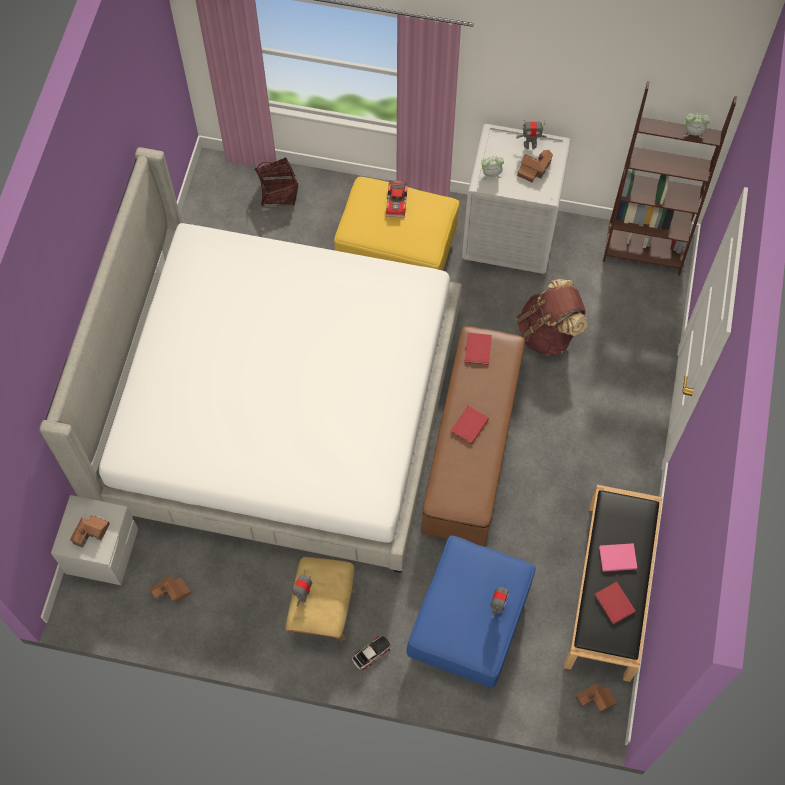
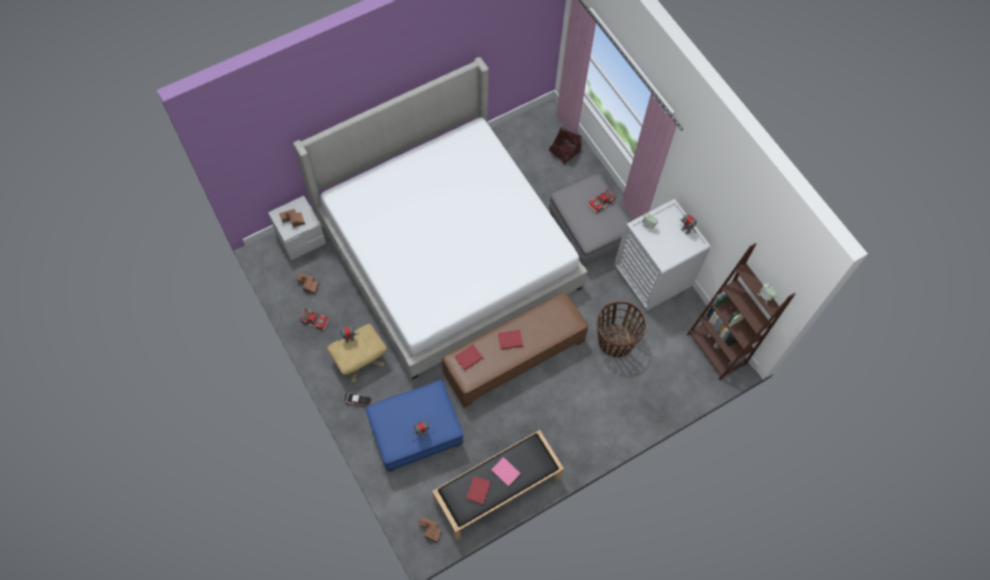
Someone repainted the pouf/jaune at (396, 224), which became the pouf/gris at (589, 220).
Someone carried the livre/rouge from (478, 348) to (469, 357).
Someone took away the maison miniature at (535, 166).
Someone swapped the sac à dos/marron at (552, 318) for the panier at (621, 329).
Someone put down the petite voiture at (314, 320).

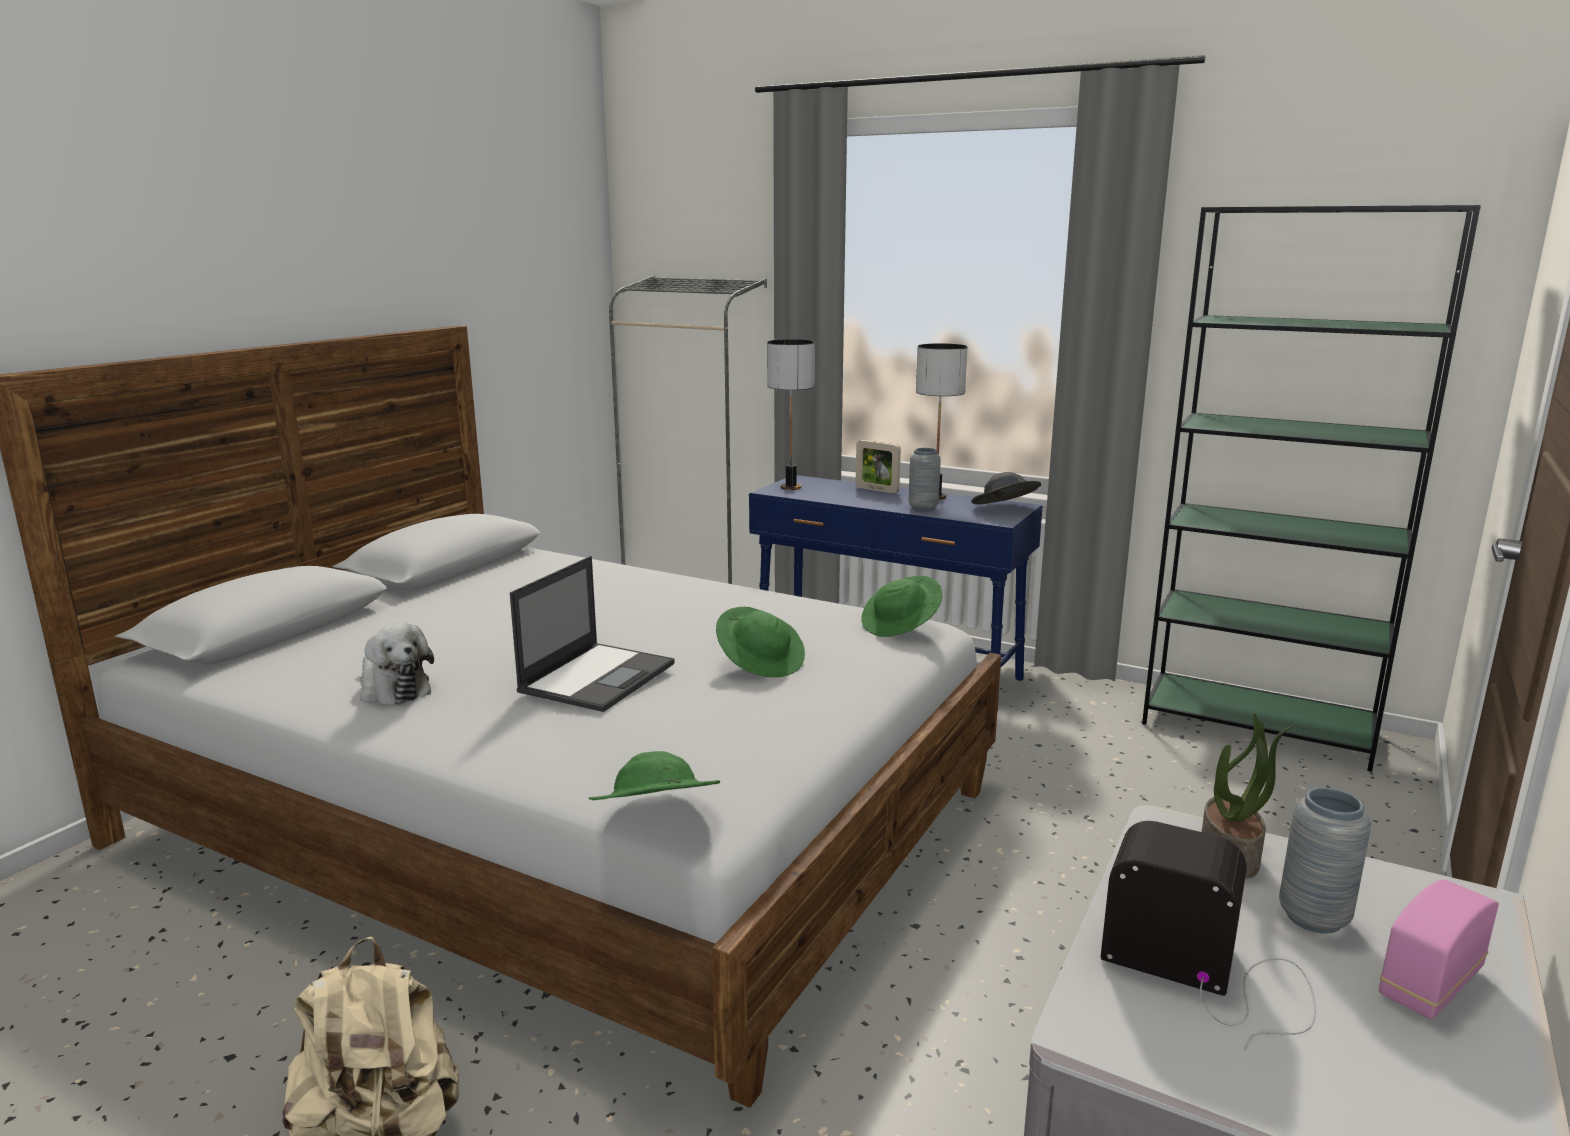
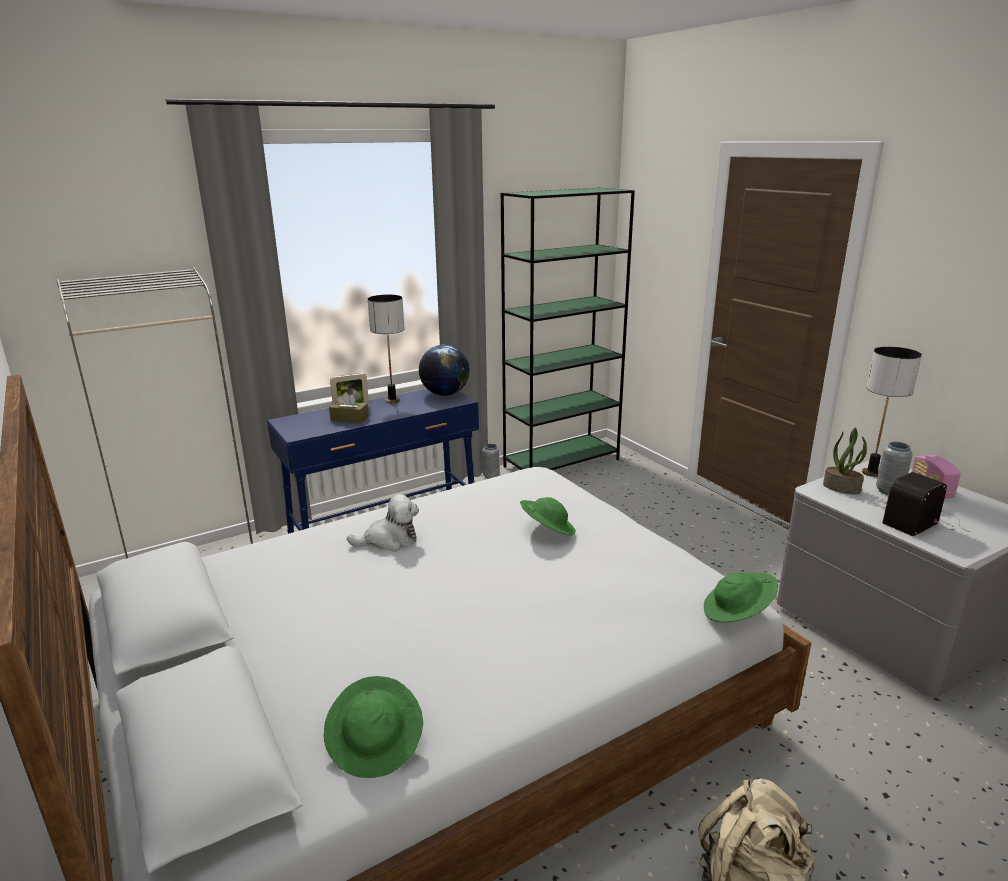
Someone carried the peluche from (397, 664) to (383, 523).
Someone took away the ordinateur portable at (592, 634).
Someone carried the lampe de table from (791, 414) to (892, 412).
Someone carried the chapeau/vert from (901, 606) to (373, 727).
Someone carried the vase/gris from (924, 479) to (491, 461).
Someone swapped the chapeau/gris at (1006, 488) for the globe at (444, 370).
Someone put down the boîte à mouchoirs/marron at (349, 407).

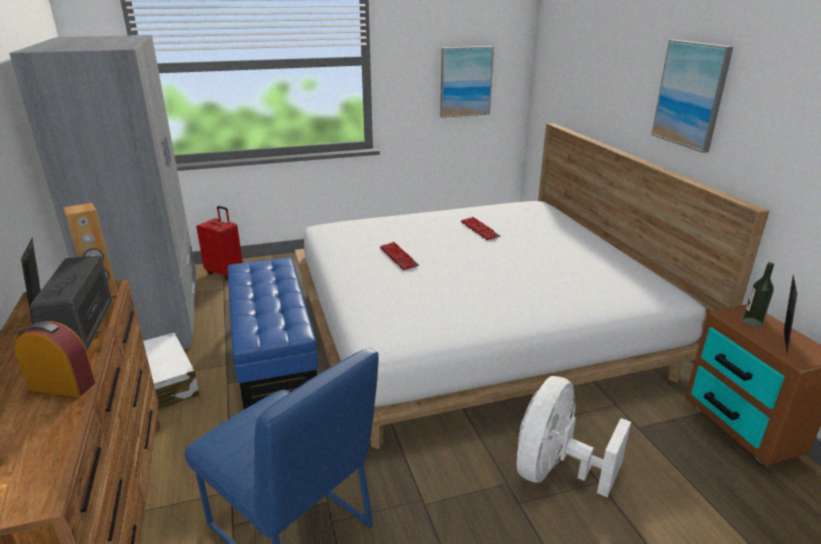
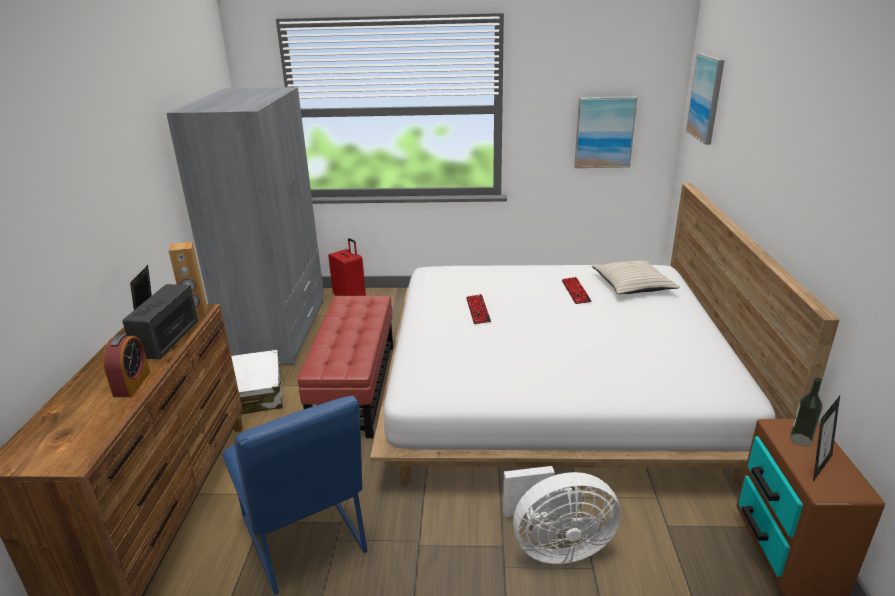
Someone rotated the réveil at (55, 359) by 60 degrees clockwise.
Someone repainted the pouf/bleu at (273, 333), which became the pouf/rouge at (345, 367).
Someone rotated the ventilateur/blanc at (574, 436) by 150 degrees counterclockwise.
Someone carried the tableau from (692, 96) to (705, 99).
Someone put down the coussin/beige at (636, 277).

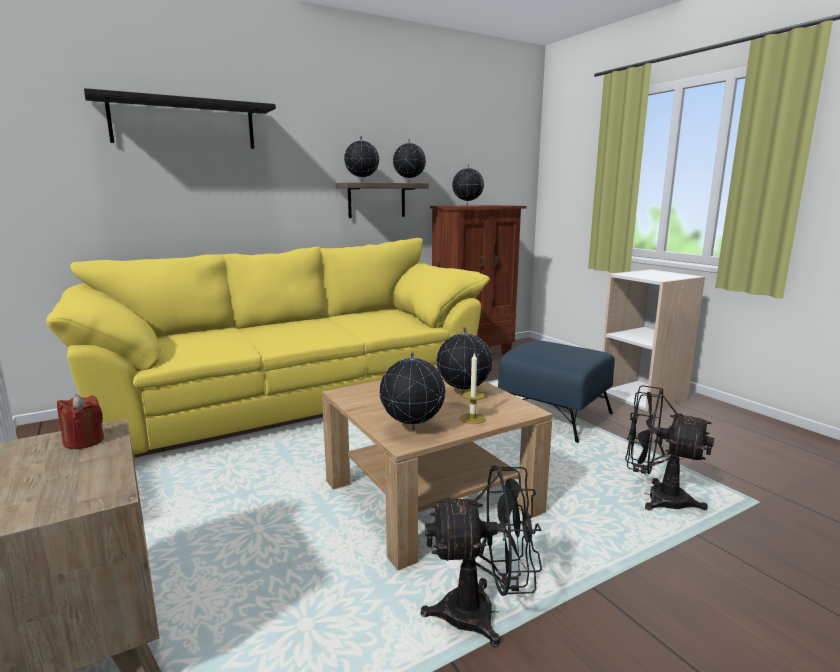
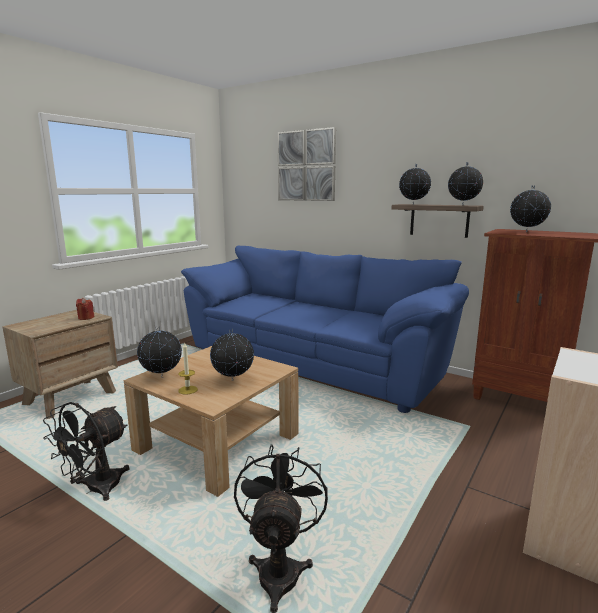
Someone repainted the canapé/jaune at (268, 349), which became the canapé/bleu at (325, 329).
Someone swapped the étagère/noir at (180, 118) for the tableau at (307, 164).
Someone rotated the ventilateur/noir at (481, 556) by 60 degrees clockwise.
Someone took away the pouf/bleu at (556, 391).

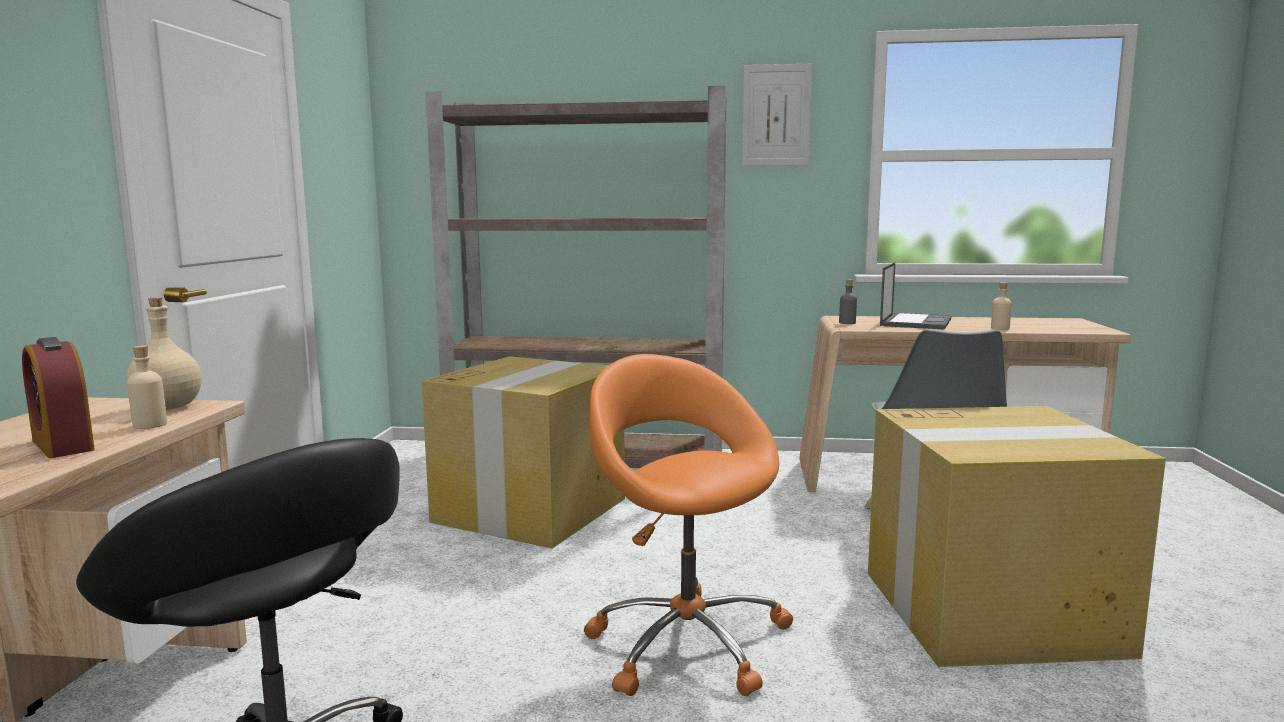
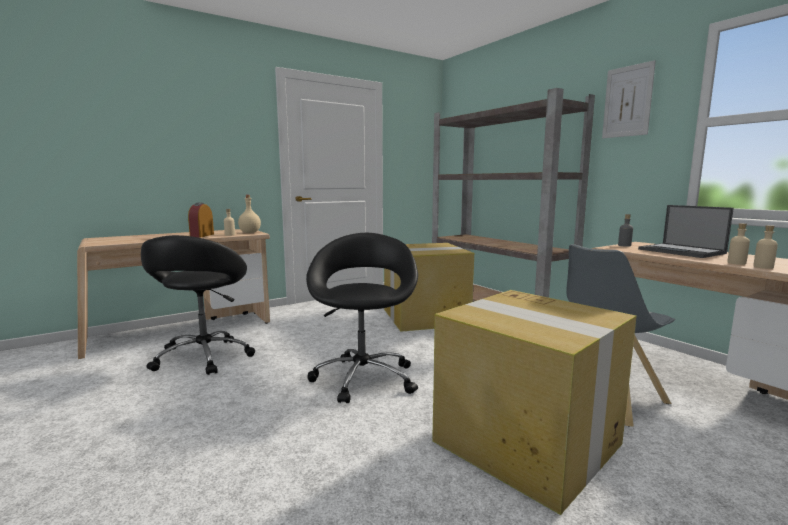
Someone repainted the chaise de bureau/orange at (688, 525), which became the chaise de bureau/noir at (362, 318).
Someone rotated the ordinateur portable at (915, 296) by 75 degrees clockwise.
Someone put down the bouteille/beige at (765, 247).

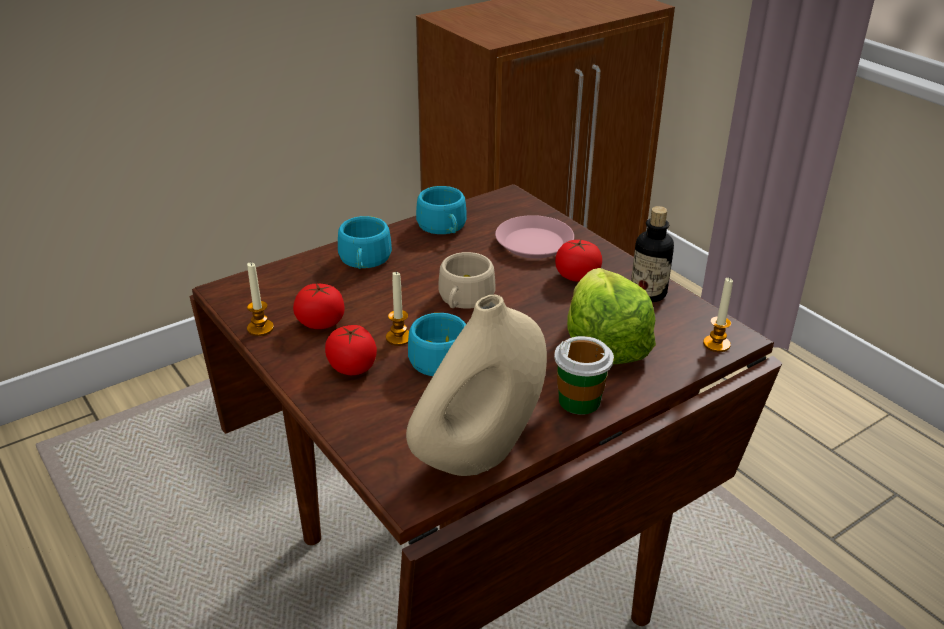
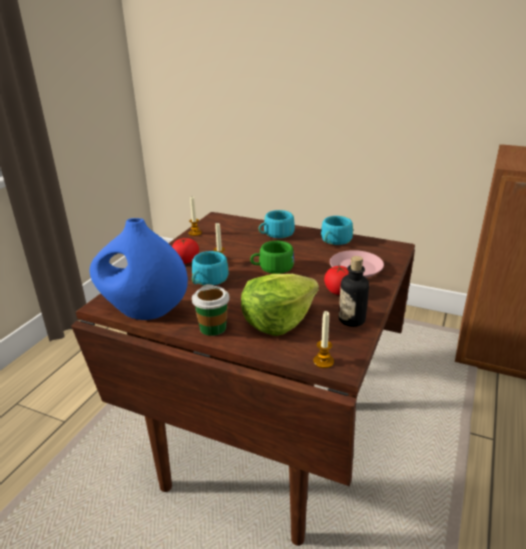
Someone took away the tomate at (319, 306).
Someone repainted the vase/beige at (476, 385), which became the vase/bleu at (139, 269).
Someone repainted the tasse/beige at (466, 280), which became the tasse/vert at (272, 257).

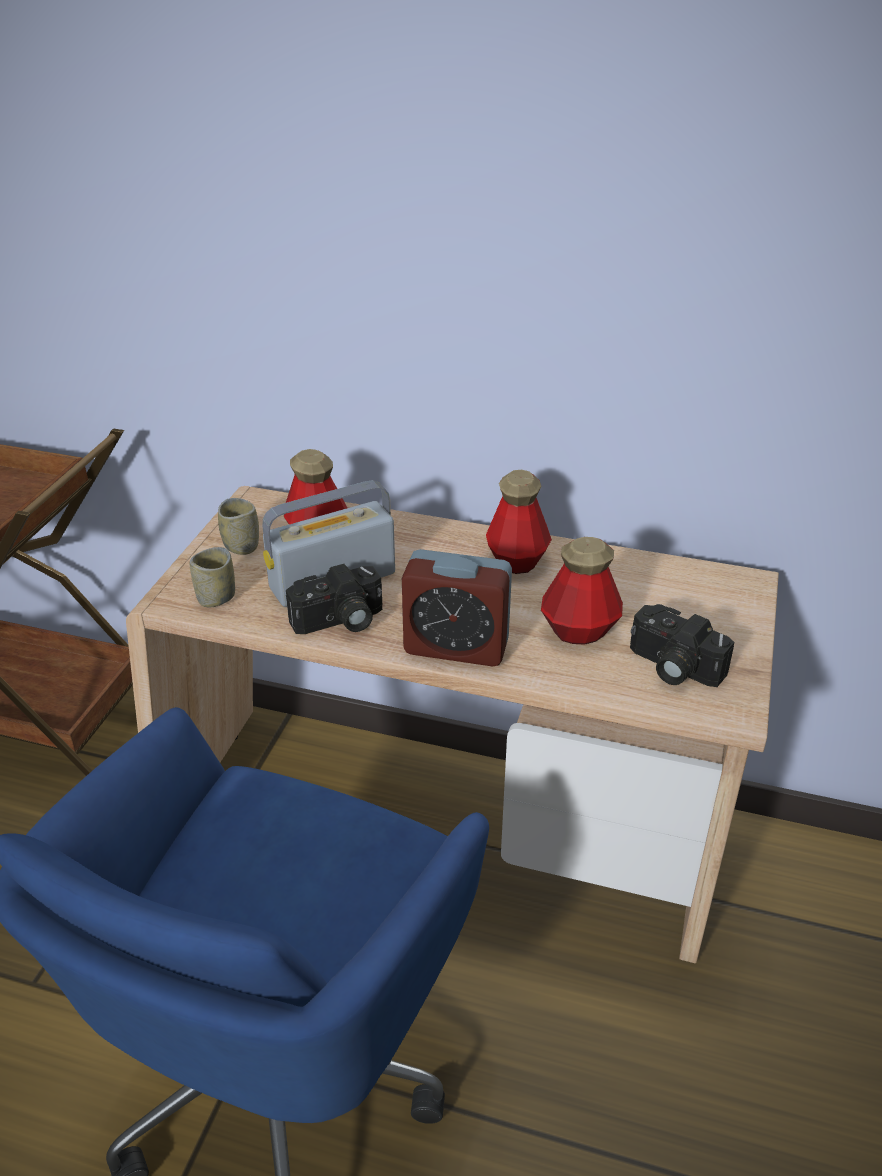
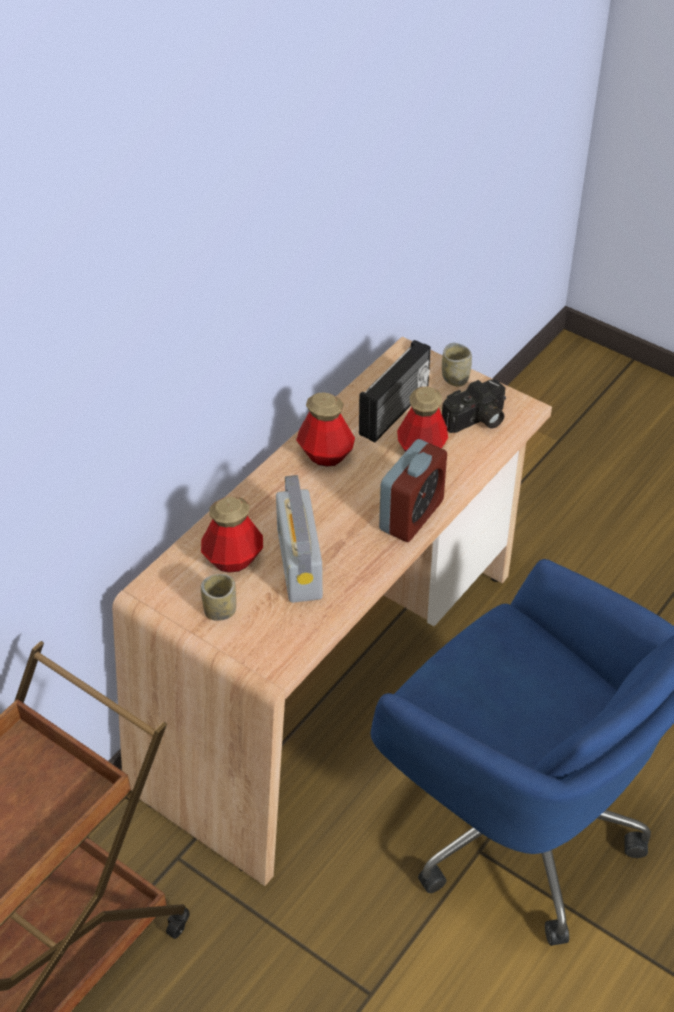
Someone carried the tasse from (212, 577) to (457, 365).
Someone took away the appareil photo at (334, 599).
Someone put down the radio at (395, 391).

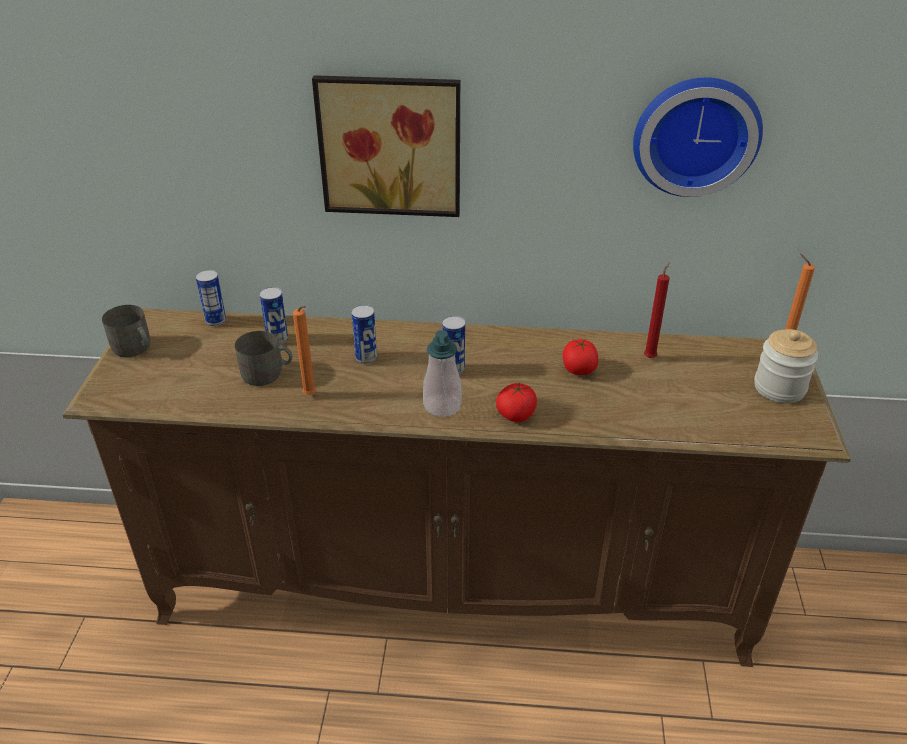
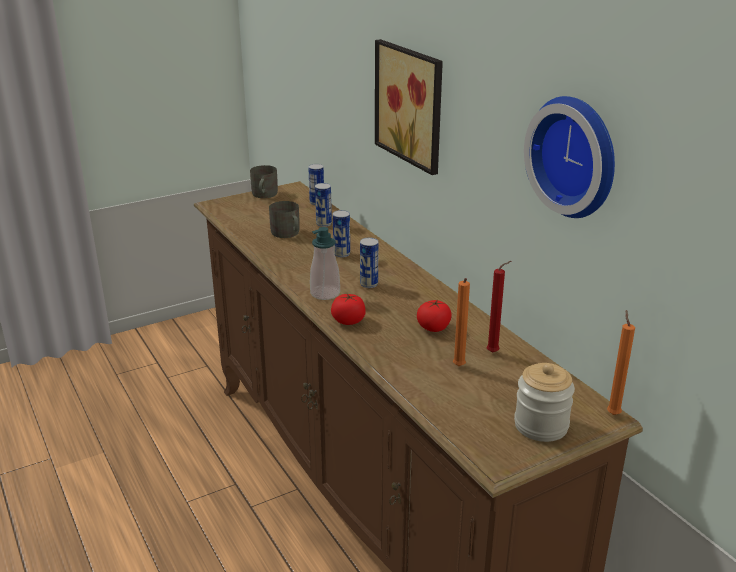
Someone carried the bougie/orange from (304, 350) to (461, 322).

